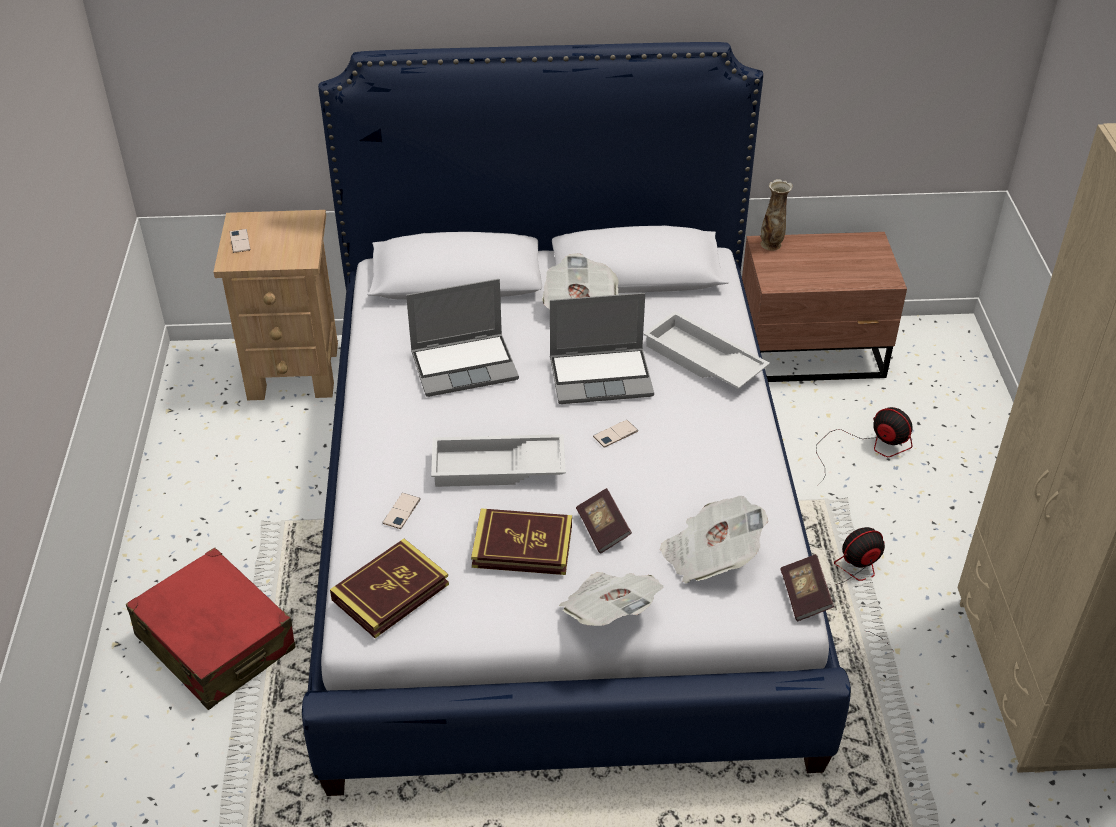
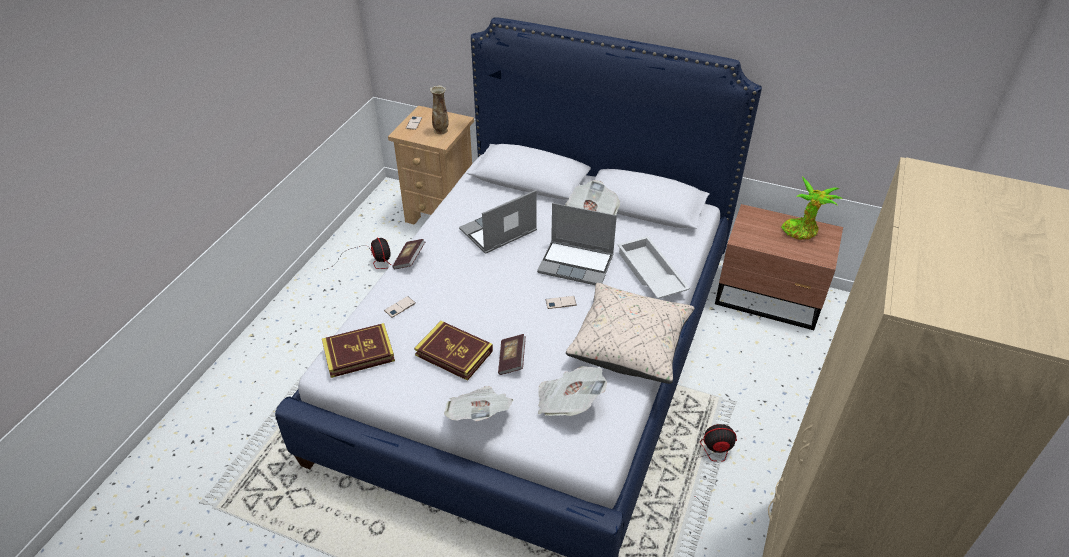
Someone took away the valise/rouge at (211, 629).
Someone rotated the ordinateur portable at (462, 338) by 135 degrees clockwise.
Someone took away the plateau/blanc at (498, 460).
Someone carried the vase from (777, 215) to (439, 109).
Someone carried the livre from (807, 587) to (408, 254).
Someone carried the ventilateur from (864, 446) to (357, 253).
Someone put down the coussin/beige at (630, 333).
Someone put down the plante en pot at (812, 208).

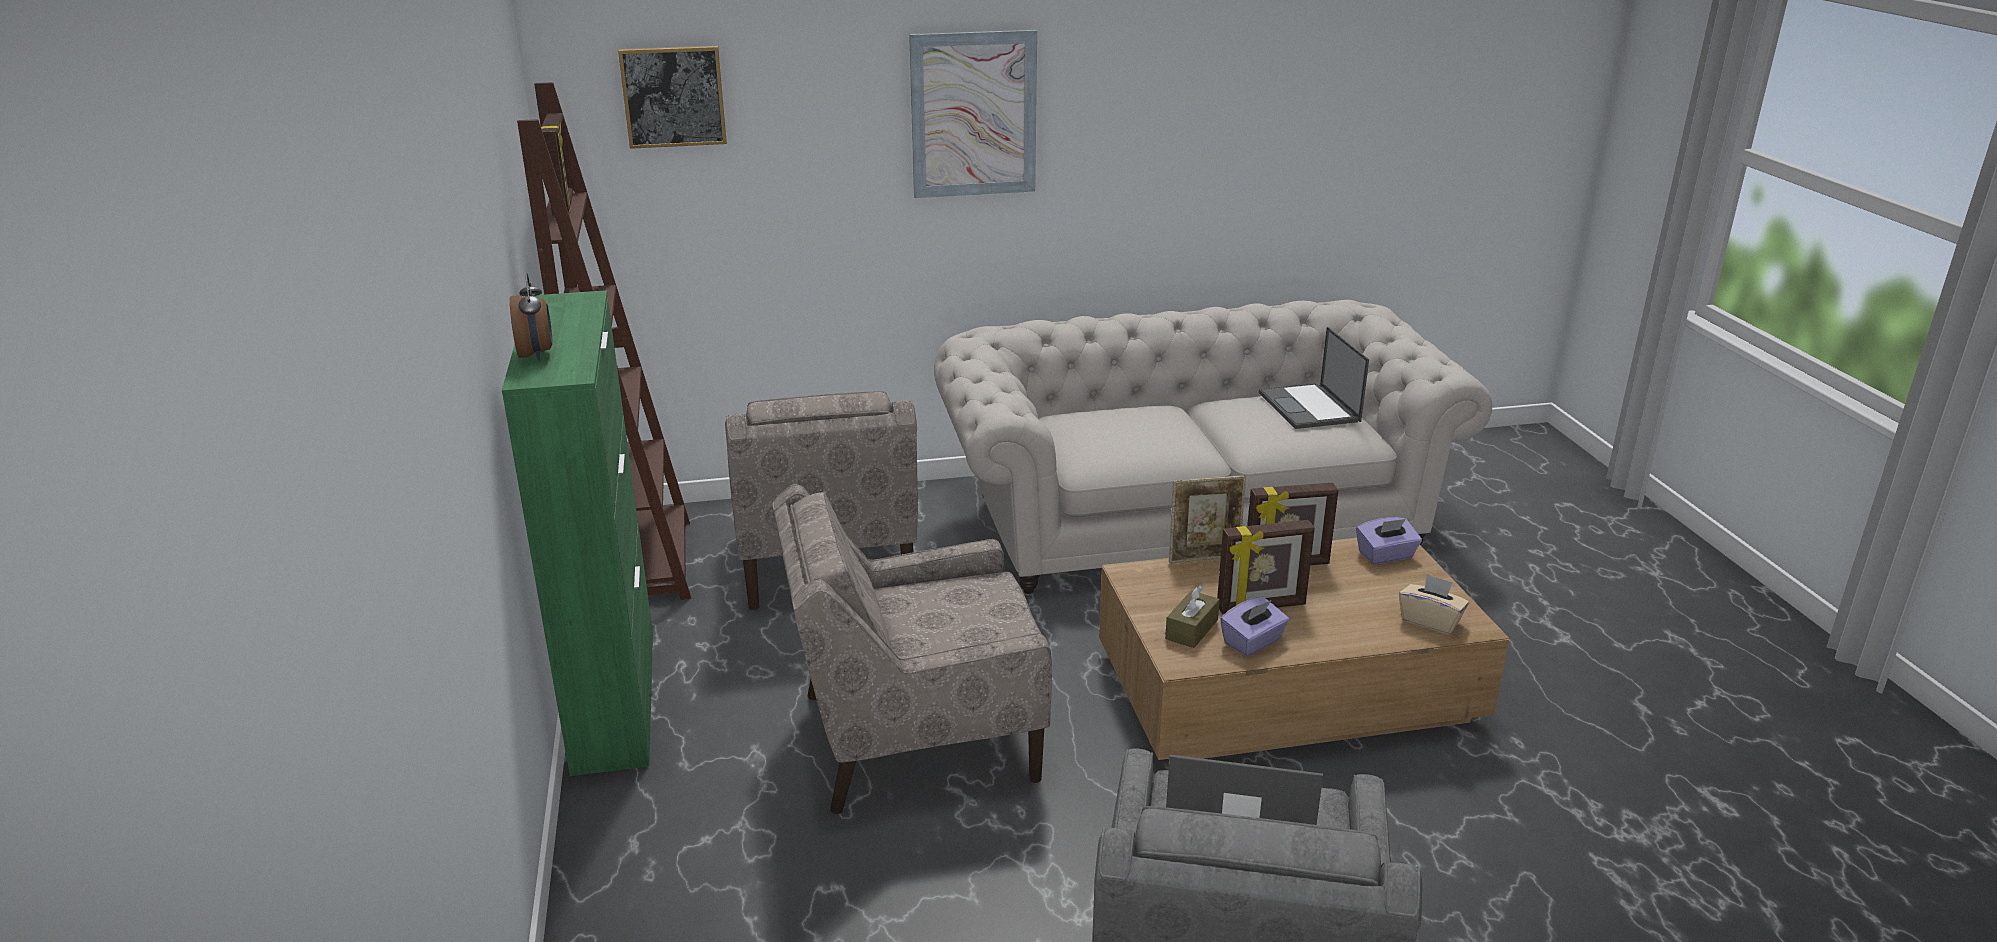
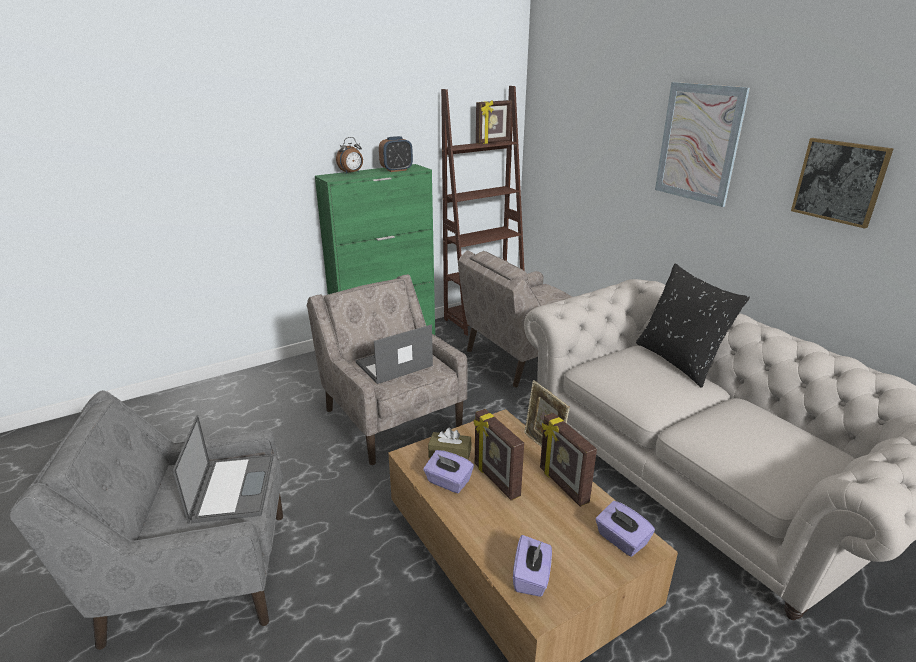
Someone carried the tableau from (672, 97) to (842, 183).
Someone carried the ordinateur portable from (1314, 378) to (394, 354).
Someone repainted the boîte à mouchoirs/beige at (1434, 604), which became the boîte à mouchoirs/violet at (532, 566).
Someone put down the réveil at (396, 154).
Someone put down the coussin/noir at (693, 326).

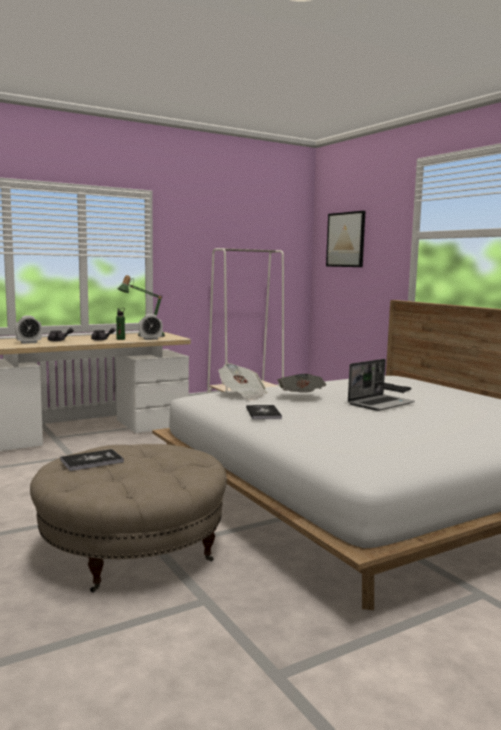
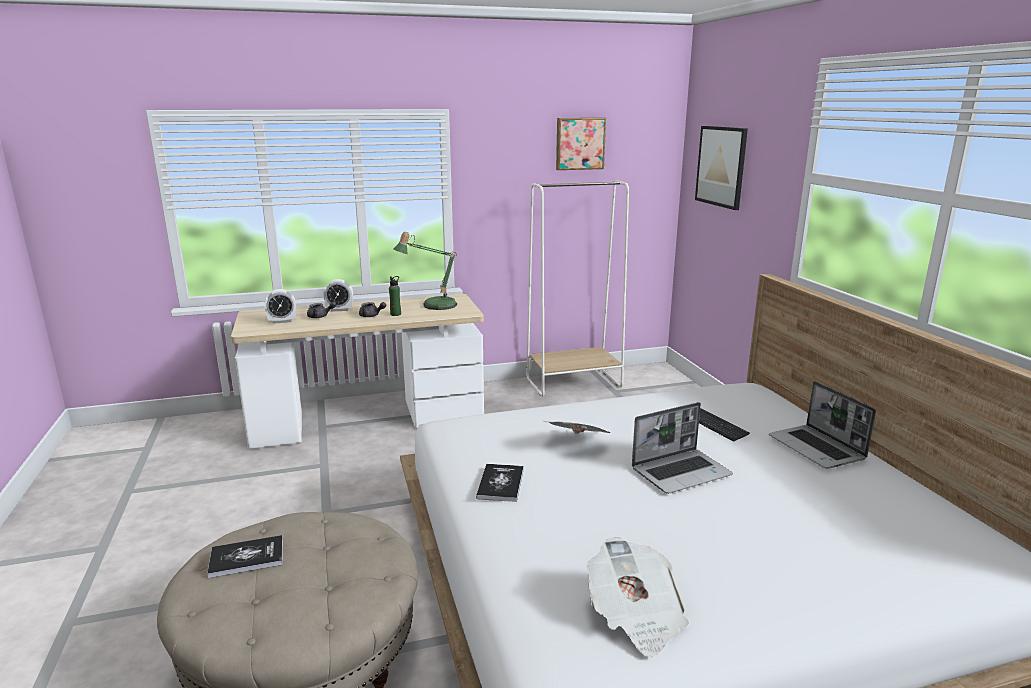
Someone carried the réveil from (151, 327) to (338, 295).
Someone carried the journal from (243, 381) to (638, 597).
Someone put up the tableau at (581, 144).
Someone put down the ordinateur portable at (822, 425).

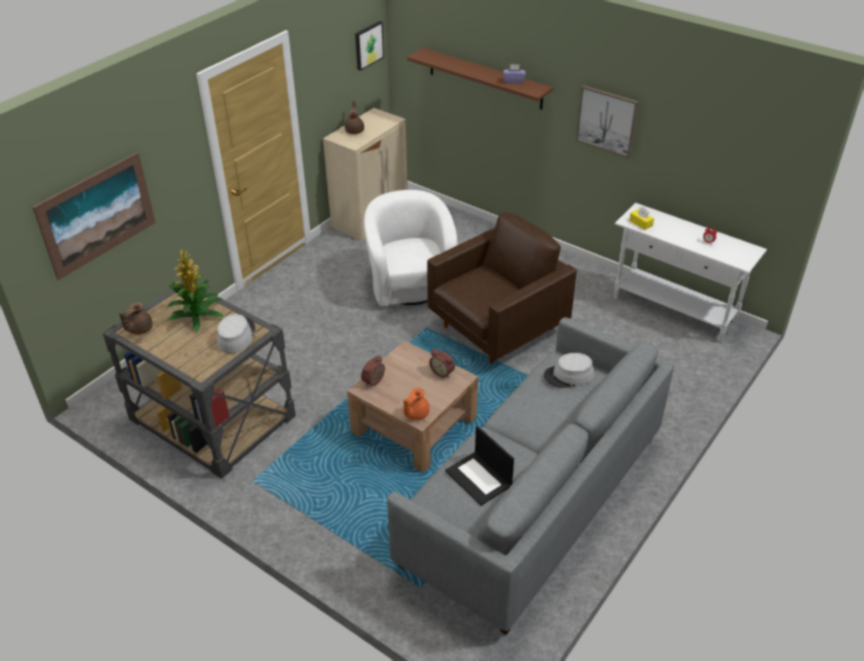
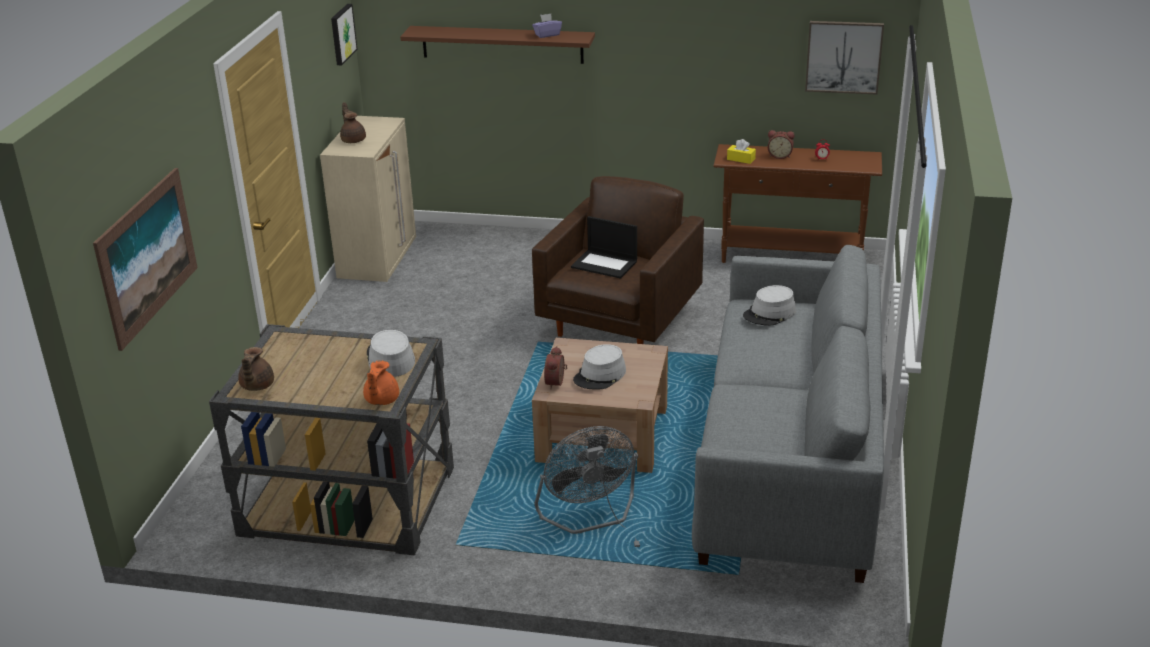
Someone took away the plante en pot at (195, 290).
Someone took away the fauteuil/blanc at (411, 248).
Someone carried the théière/orange from (416, 404) to (381, 382).
Someone carried the réveil from (442, 363) to (781, 144).
Someone carried the ordinateur portable from (479, 466) to (604, 247).
Someone carried the tableau from (607, 121) to (844, 58).
Someone repainted the table console/blanc at (690, 272), which became the table console/marron at (797, 203).
Someone put down the ventilateur/gris at (587, 487).
Someone put down the chapeau/gris at (599, 367).

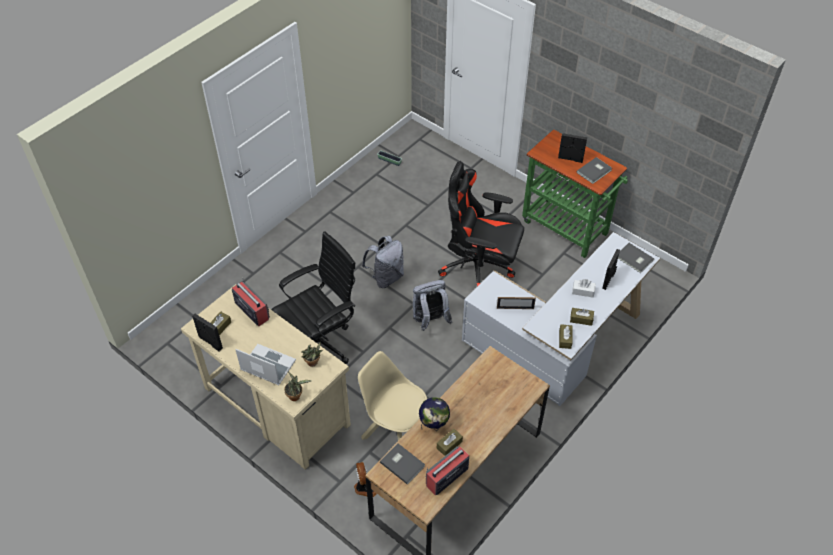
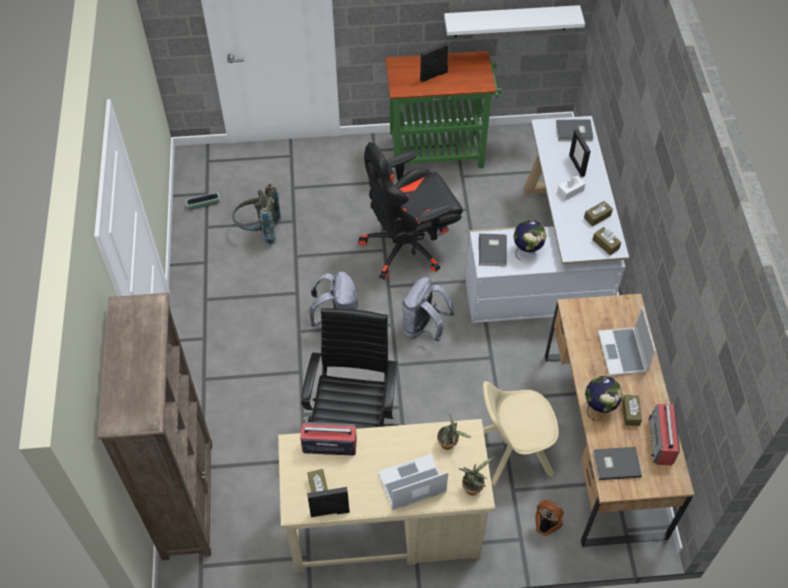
Someone swapped the cadre photo at (516, 303) for the globe at (529, 240).
Someone carried the livre/gris from (594, 170) to (493, 249).
Someone put down the bibliothèque/marron at (155, 426).
Someone put down the sac à dos/gris at (257, 214).
Someone put up the étagère/blanc at (514, 21).
Someone put down the ordinateur portable at (627, 341).

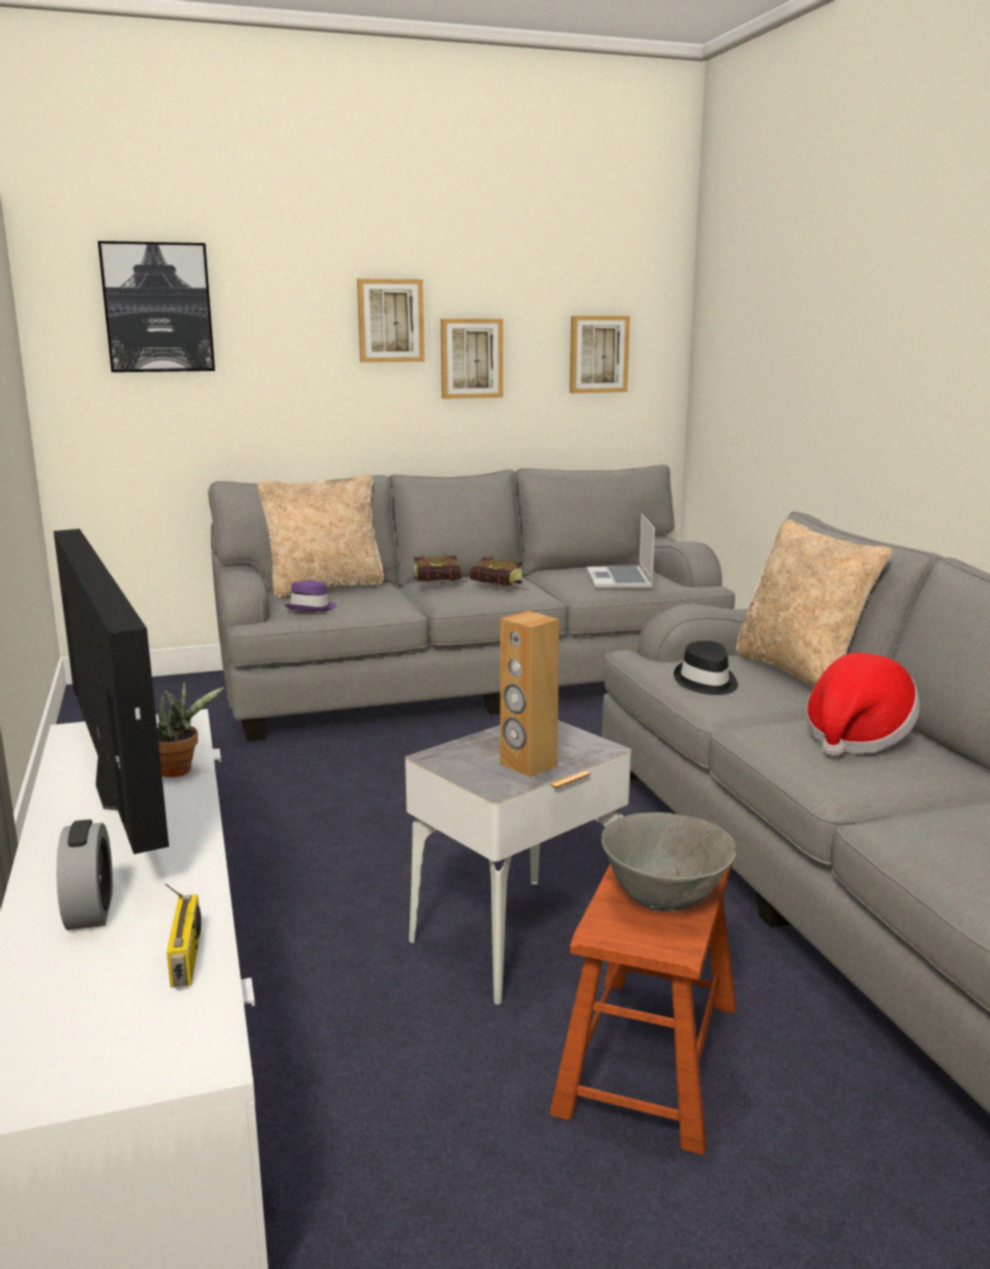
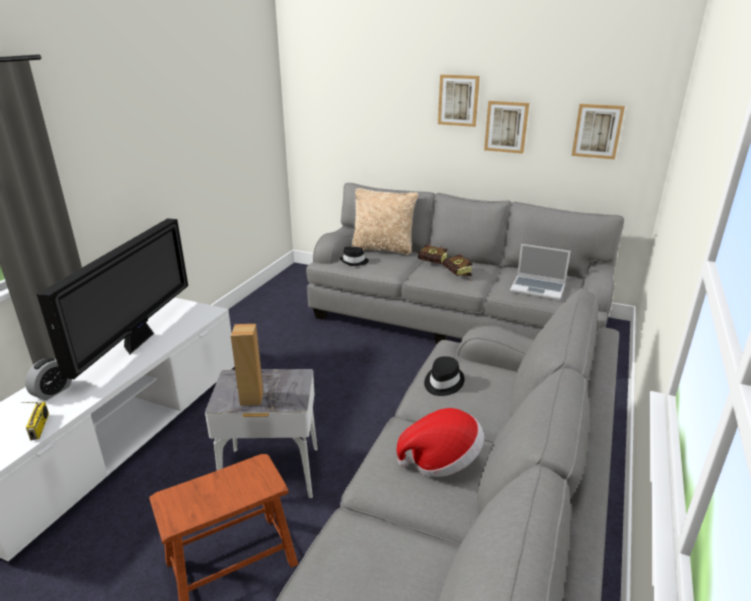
Someone took away the tableau at (156, 306).
Someone took away the plante en pot at (190, 729).
Someone rotated the radio at (183, 936) by 45 degrees counterclockwise.
Someone repainted the chapeau/violet at (310, 596), which became the chapeau/noir at (354, 256).
Someone rotated the ordinateur portable at (621, 551) by 105 degrees counterclockwise.
Someone took away the bol/gris at (668, 862).
Someone took away the coussin/beige at (814, 603).

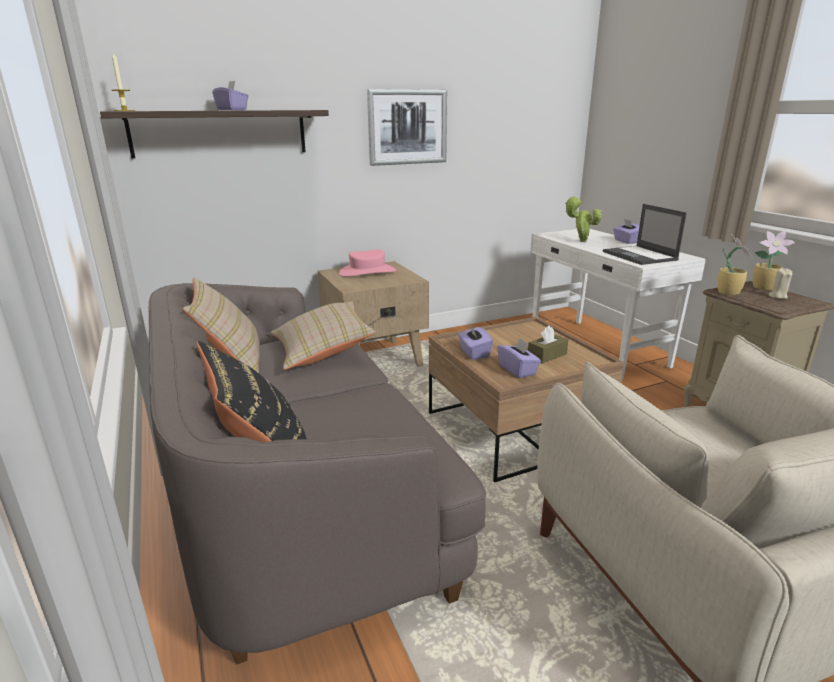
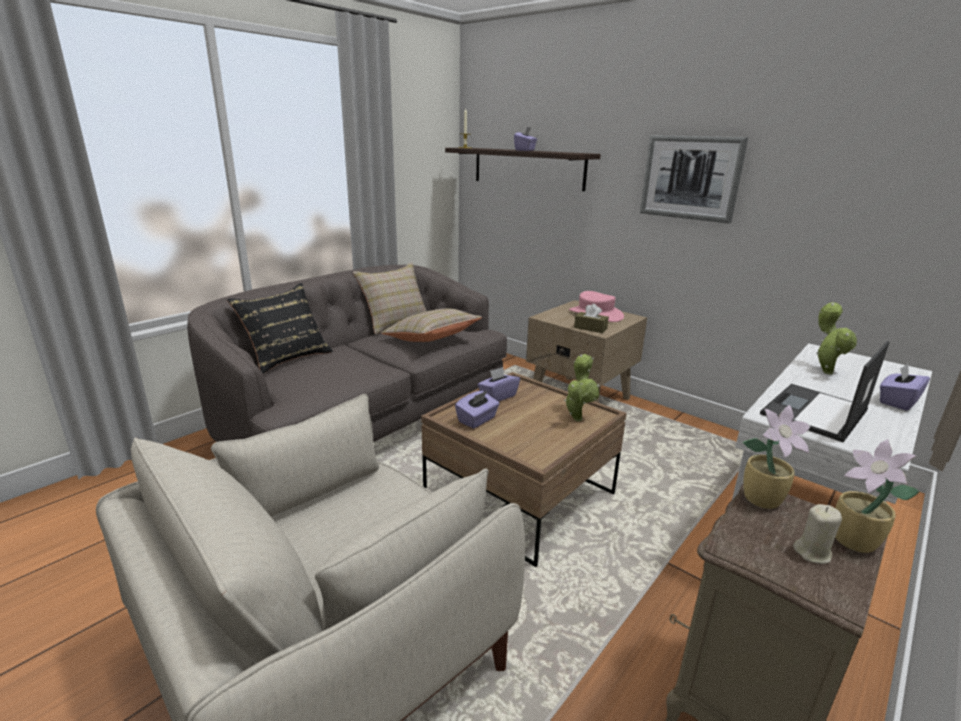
Someone carried the boîte à mouchoirs/marron from (548, 344) to (591, 318).
Someone put down the plante en pot at (581, 387).

